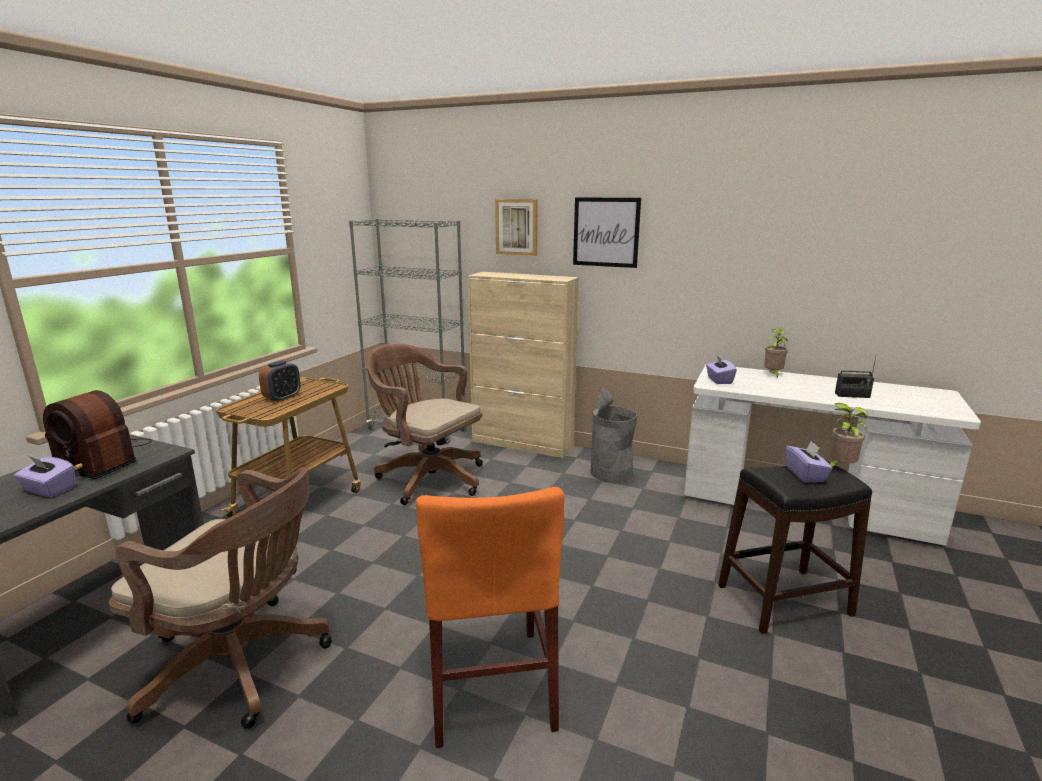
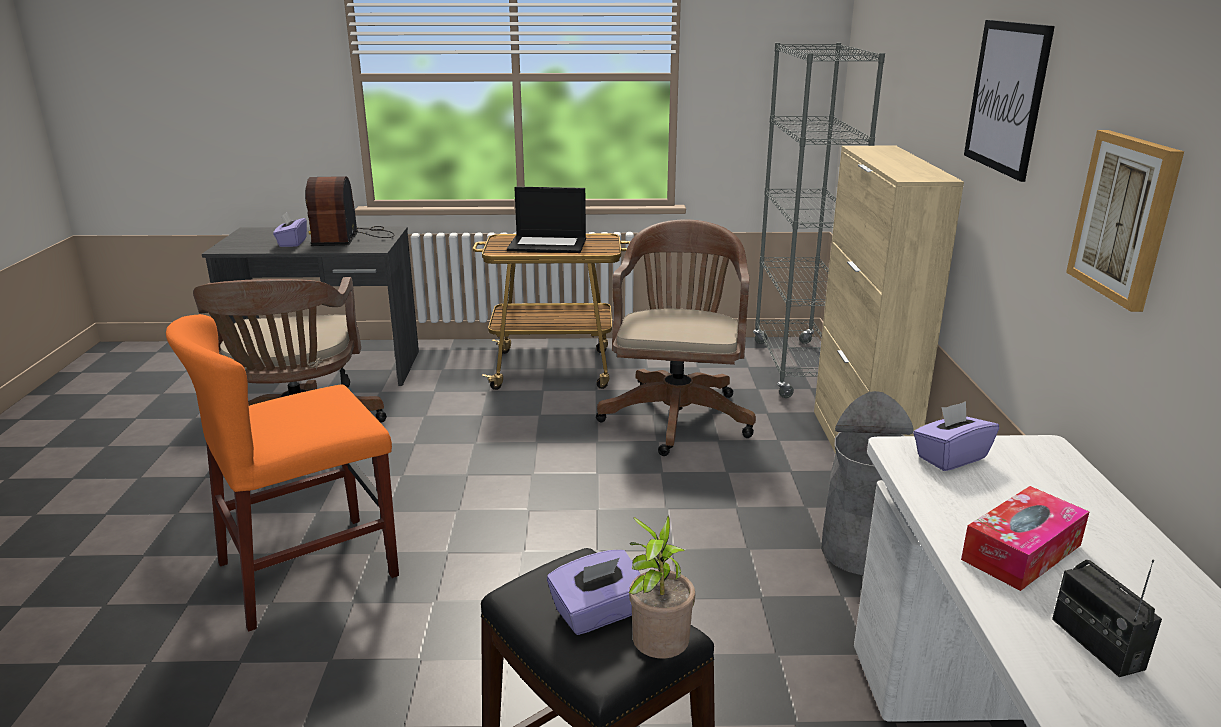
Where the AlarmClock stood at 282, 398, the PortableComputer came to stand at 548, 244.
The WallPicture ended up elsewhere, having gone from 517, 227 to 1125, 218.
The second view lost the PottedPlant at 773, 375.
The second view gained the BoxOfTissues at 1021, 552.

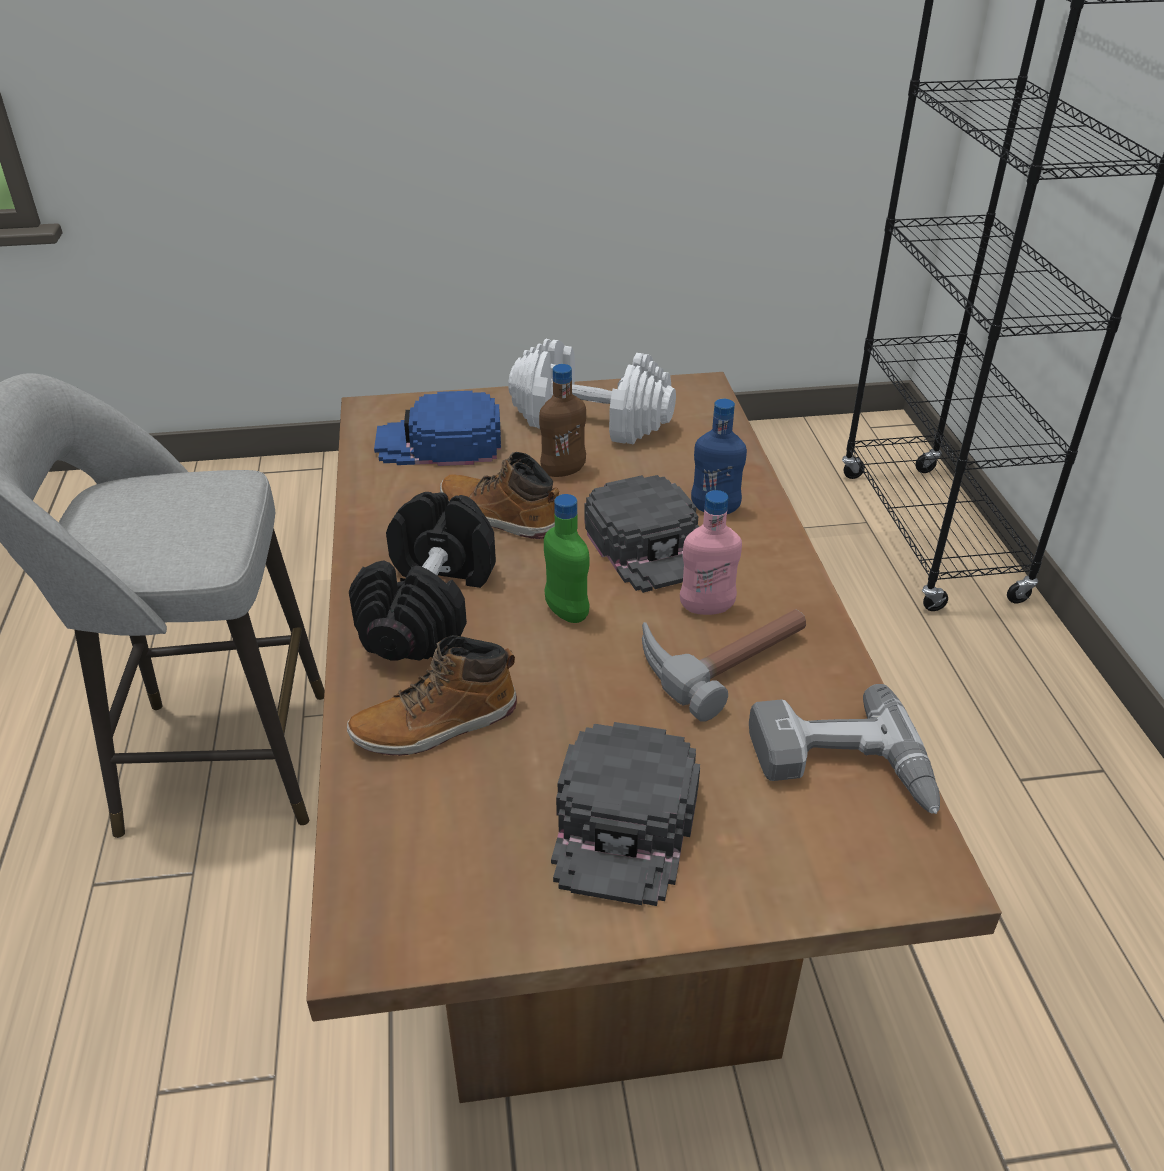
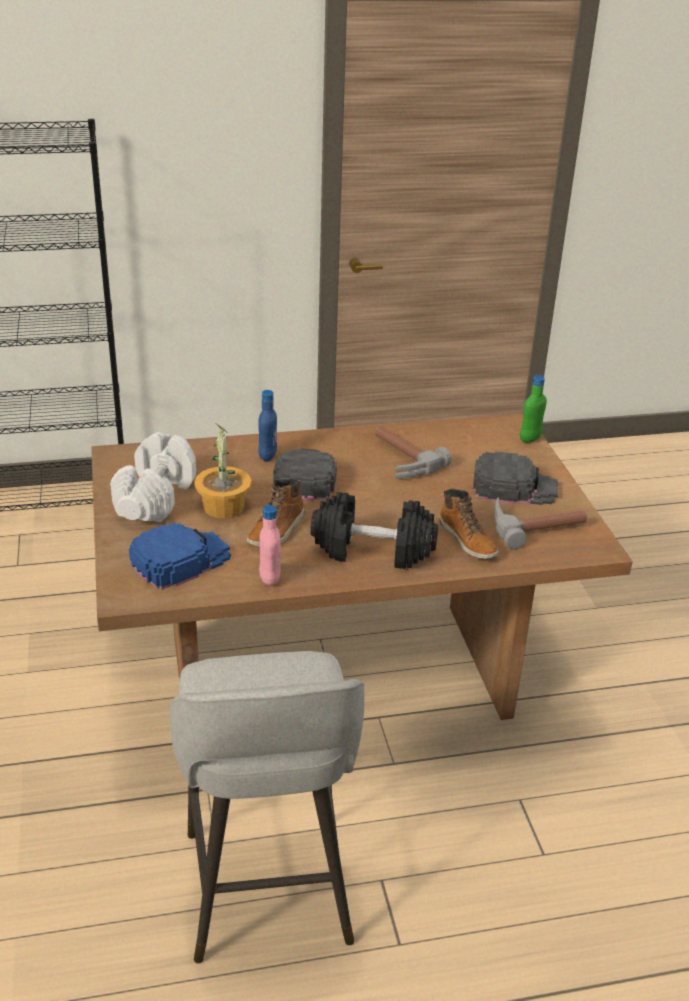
The BlueCap at 440, 442 ended up facing another way, 120 degrees counterclockwise from before.
Where the BrownColouredDrinkBottle stood at 563, 471, the PottedPlant came to stand at 223, 507.
The GreenColouredDrinkBottle ended up elsewhere, having gone from 566, 612 to 530, 439.
The BlackCap at 649, 545 ended up facing another way, 60 degrees counterclockwise from before.
The PinkColouredDrinkBottle ended up elsewhere, having gone from 706, 608 to 269, 578.
The second view lost the ElectricDrill at 841, 770.
The second view gained the Hammer at 535, 525.

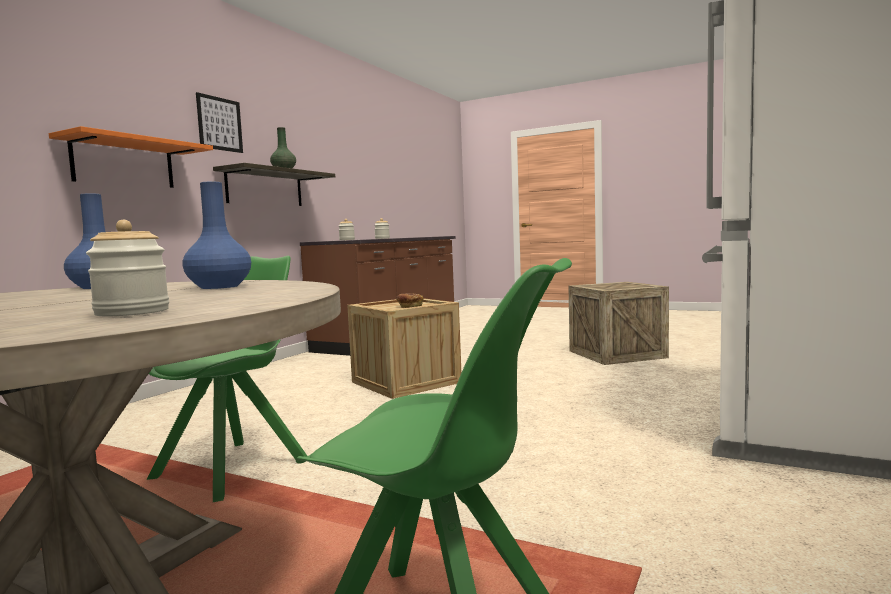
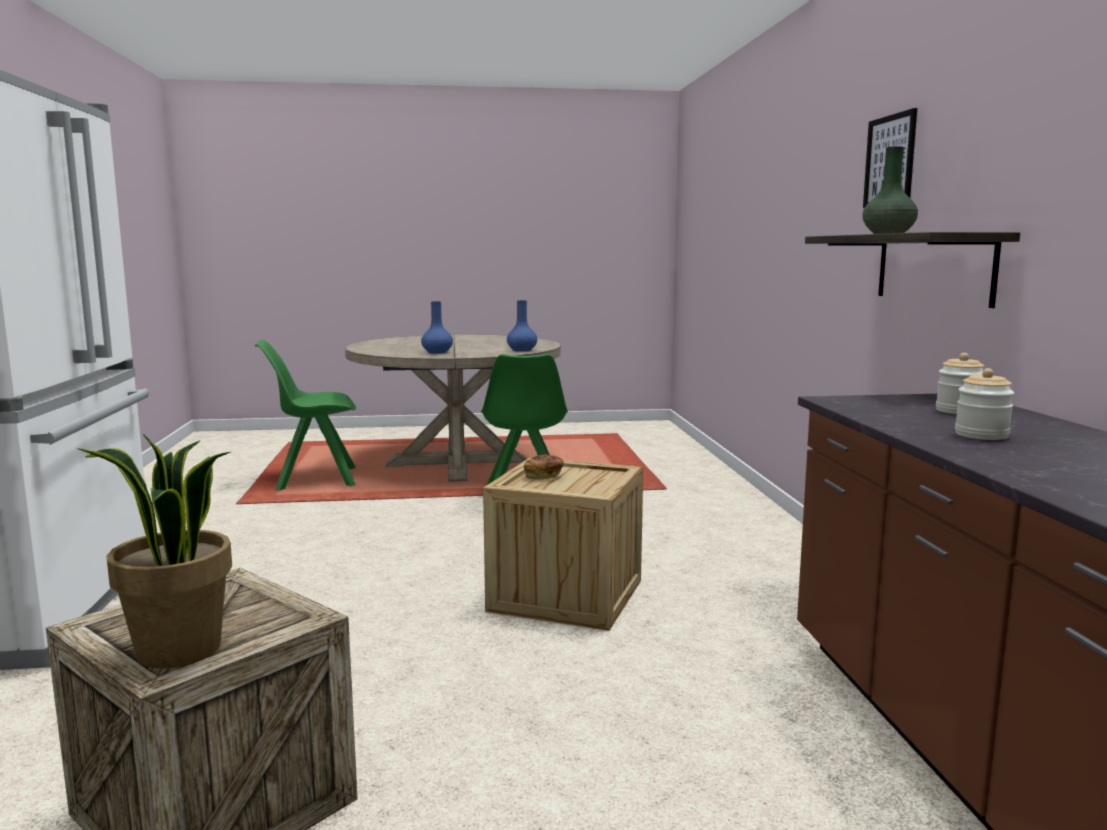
The second view lost the OrangeColouredShelf at 124, 163.
The second view lost the Jar at 132, 312.
The second view gained the PottedPlant at 178, 651.

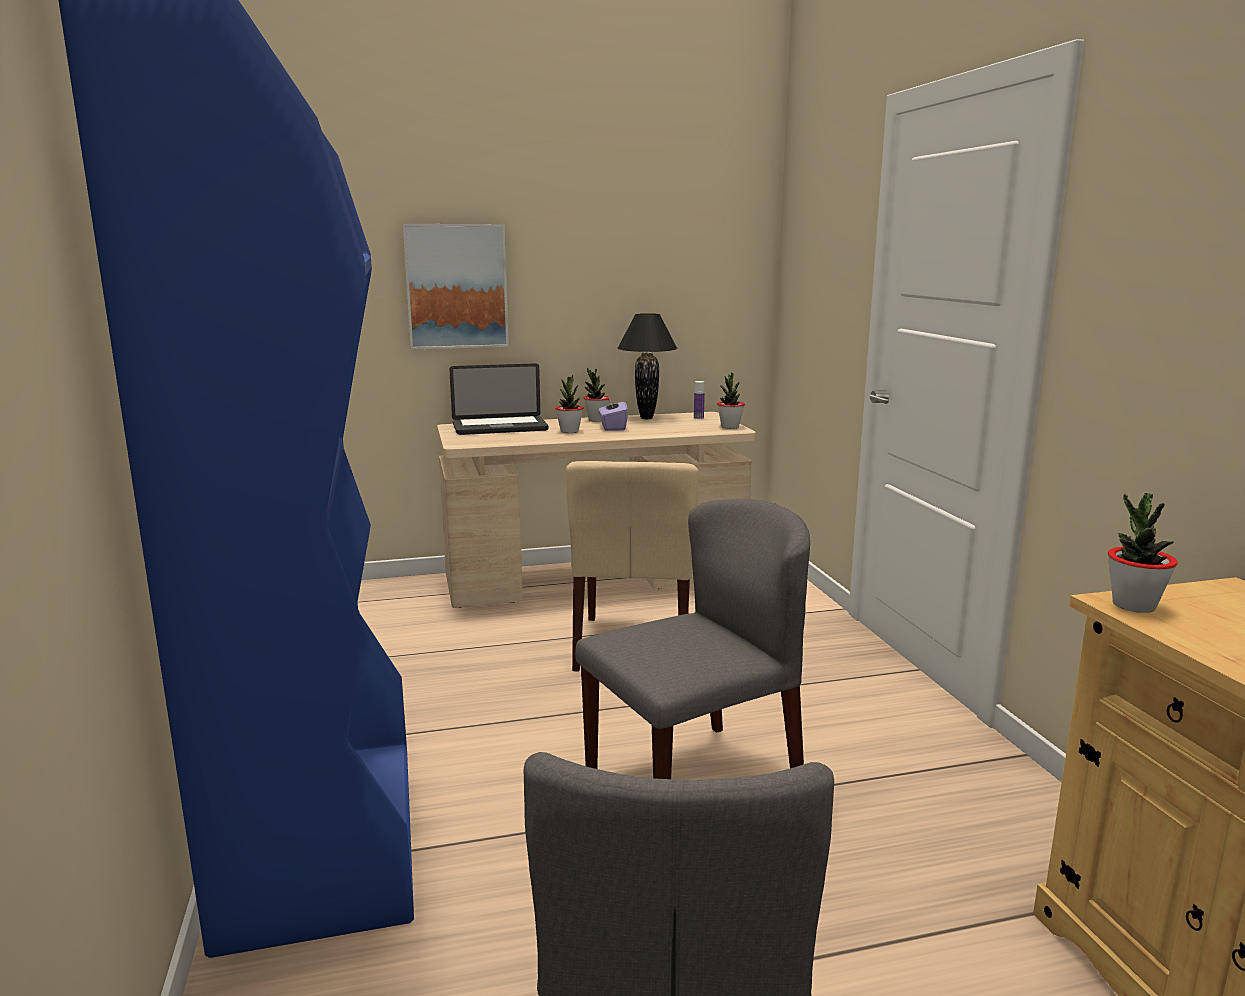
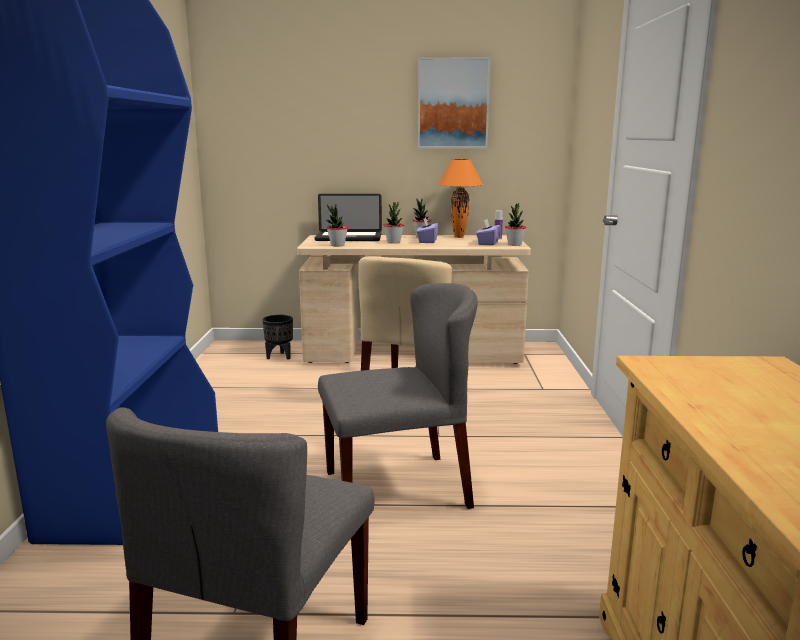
The WallPicture ended up elsewhere, having gone from 456, 286 to 453, 103.
What was the BlackTableLamp at 647, 418 turned into the OrangeColouredTableLamp at 459, 237.
The PottedPlant ended up elsewhere, having gone from 1133, 606 to 337, 245.
The second view gained the BlackPlantPot at 279, 356.
The second view gained the PurpleBoxOfTissues at 487, 243.

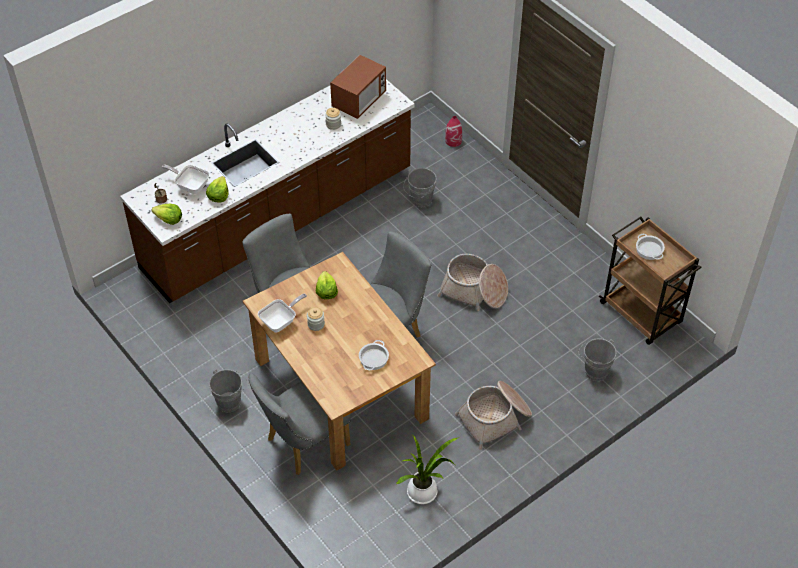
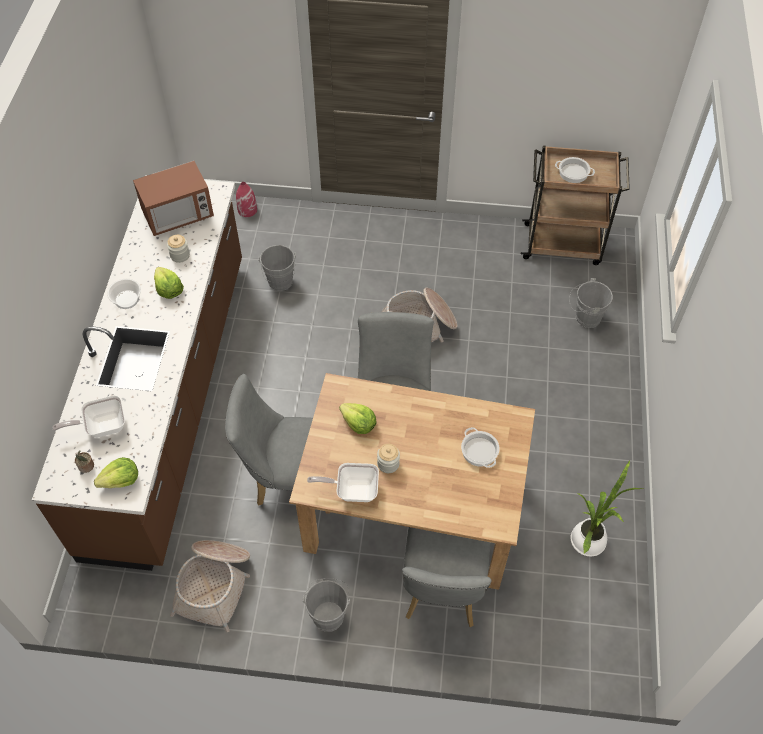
The HeadOfLettuce ended up elsewhere, having gone from 218, 195 to 168, 289.
The FryingPan at 281, 321 ended up facing another way, 90 degrees counterclockwise from before.
The MicrowaveOven at 359, 101 ended up facing another way, 75 degrees clockwise from before.
The StorageBasket ended up elsewhere, having gone from 495, 418 to 215, 585.
The second view gained the DeepDish at 127, 299.

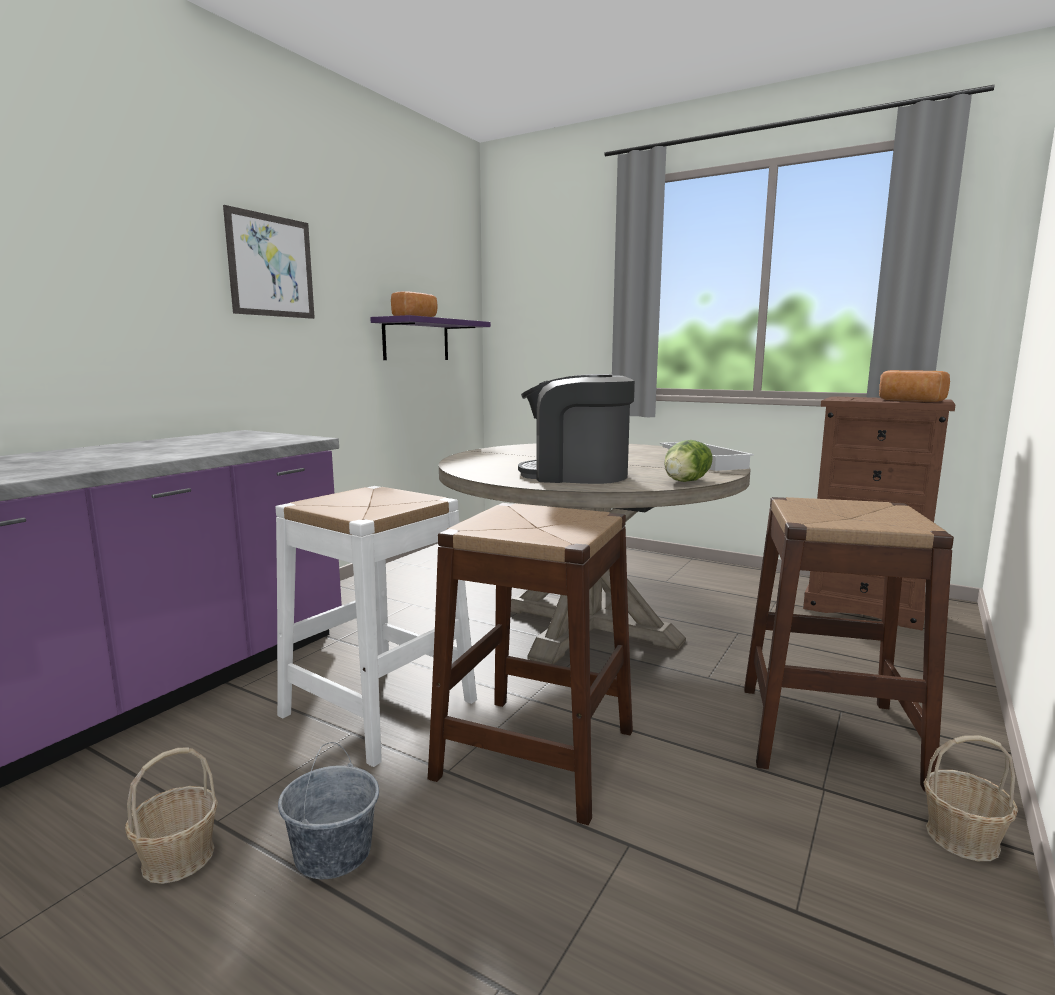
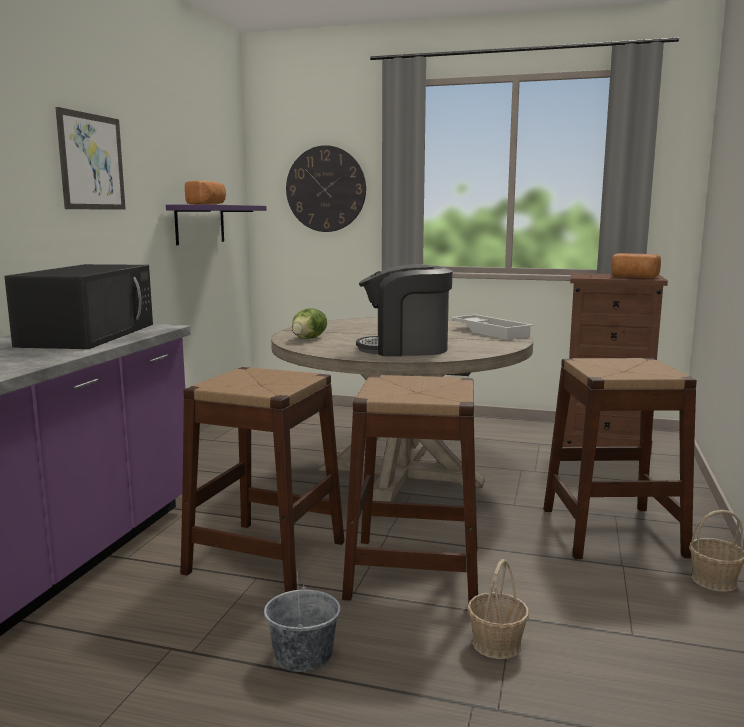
The StorageBasket ended up elsewhere, having gone from 177, 858 to 496, 644.
What was the WhiteColouredStoolSeat at 379, 707 turned into the BrownColouredStoolSeat at 266, 557.
The HeadOfLettuce ended up elsewhere, having gone from 686, 481 to 309, 338.
The second view gained the BlackMicrowaveOven at 89, 334.
The second view gained the ClockOnTheWall at 326, 189.

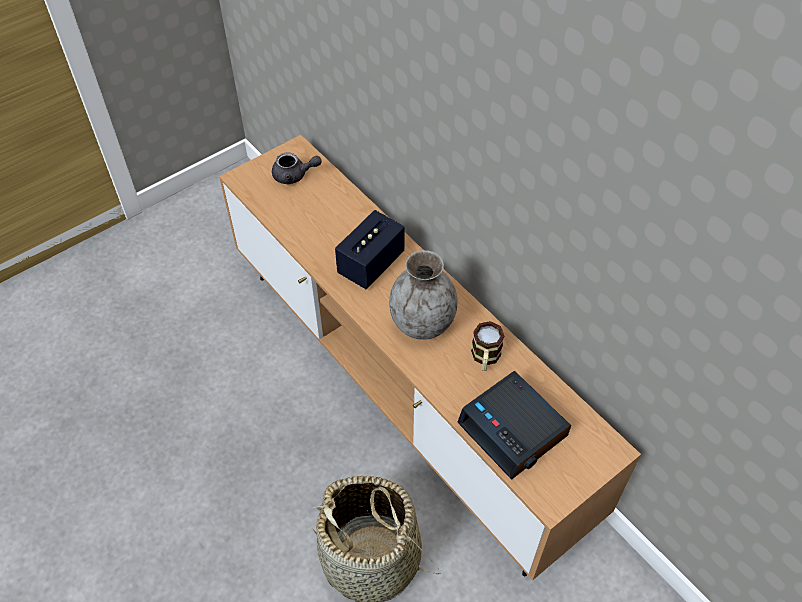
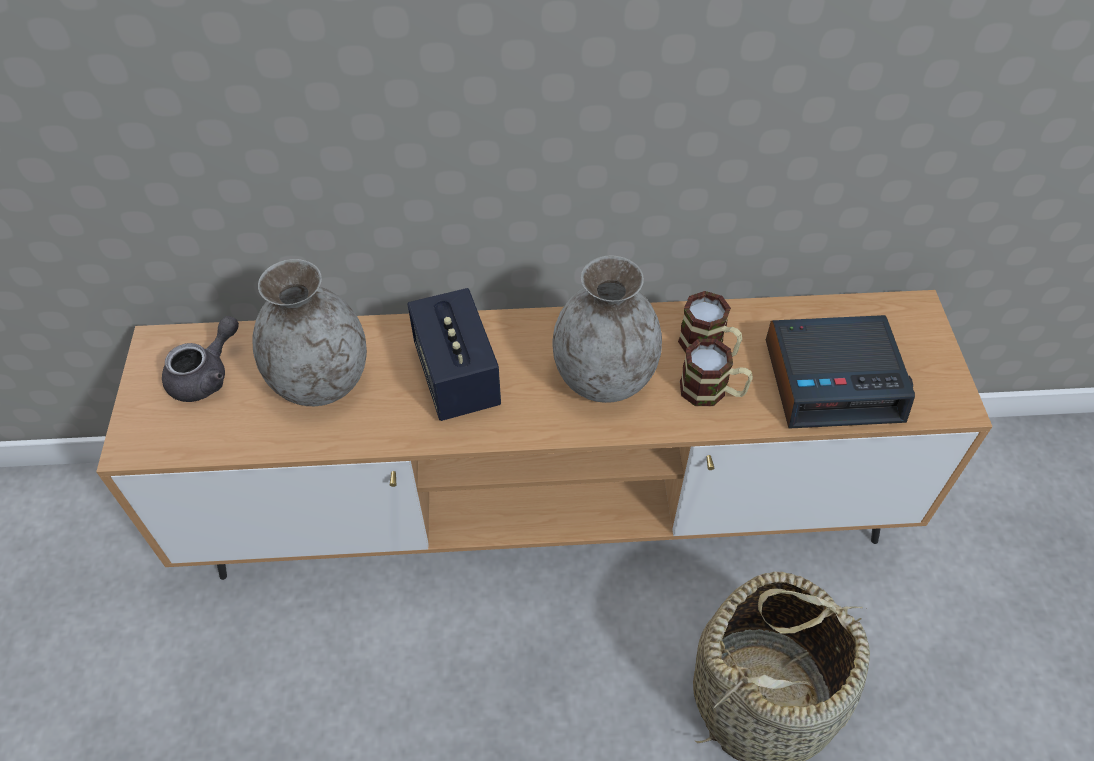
The second view gained the GreyDecorativeVase at 320, 381.
The second view gained the TeaMug at 712, 392.

